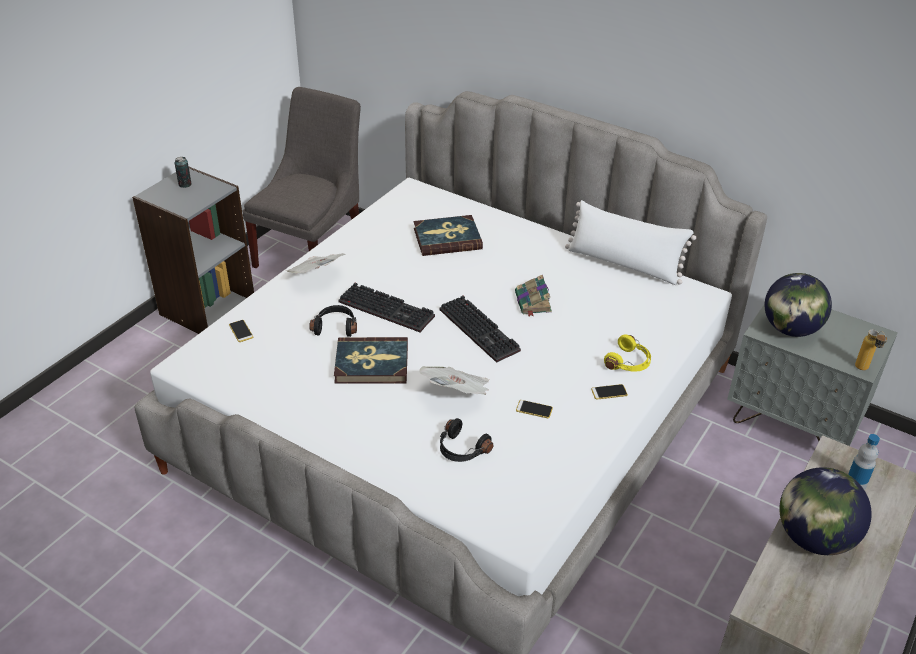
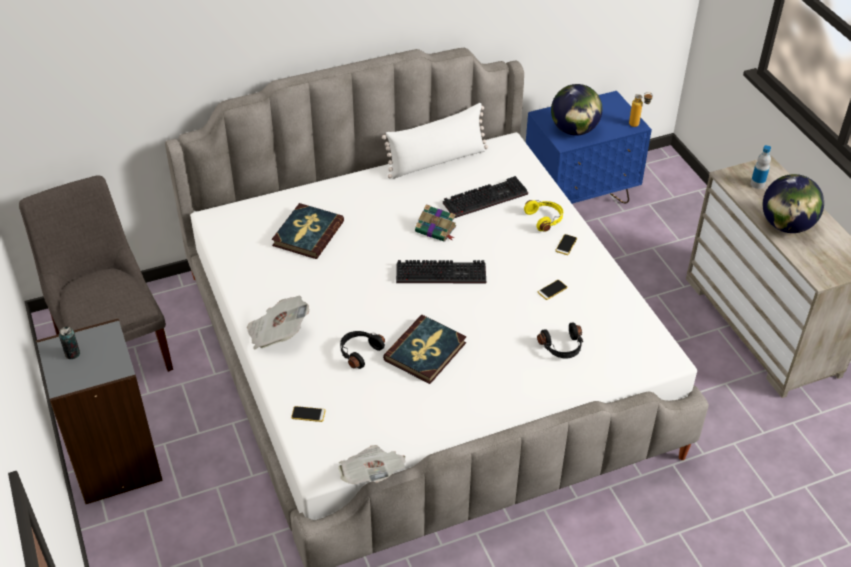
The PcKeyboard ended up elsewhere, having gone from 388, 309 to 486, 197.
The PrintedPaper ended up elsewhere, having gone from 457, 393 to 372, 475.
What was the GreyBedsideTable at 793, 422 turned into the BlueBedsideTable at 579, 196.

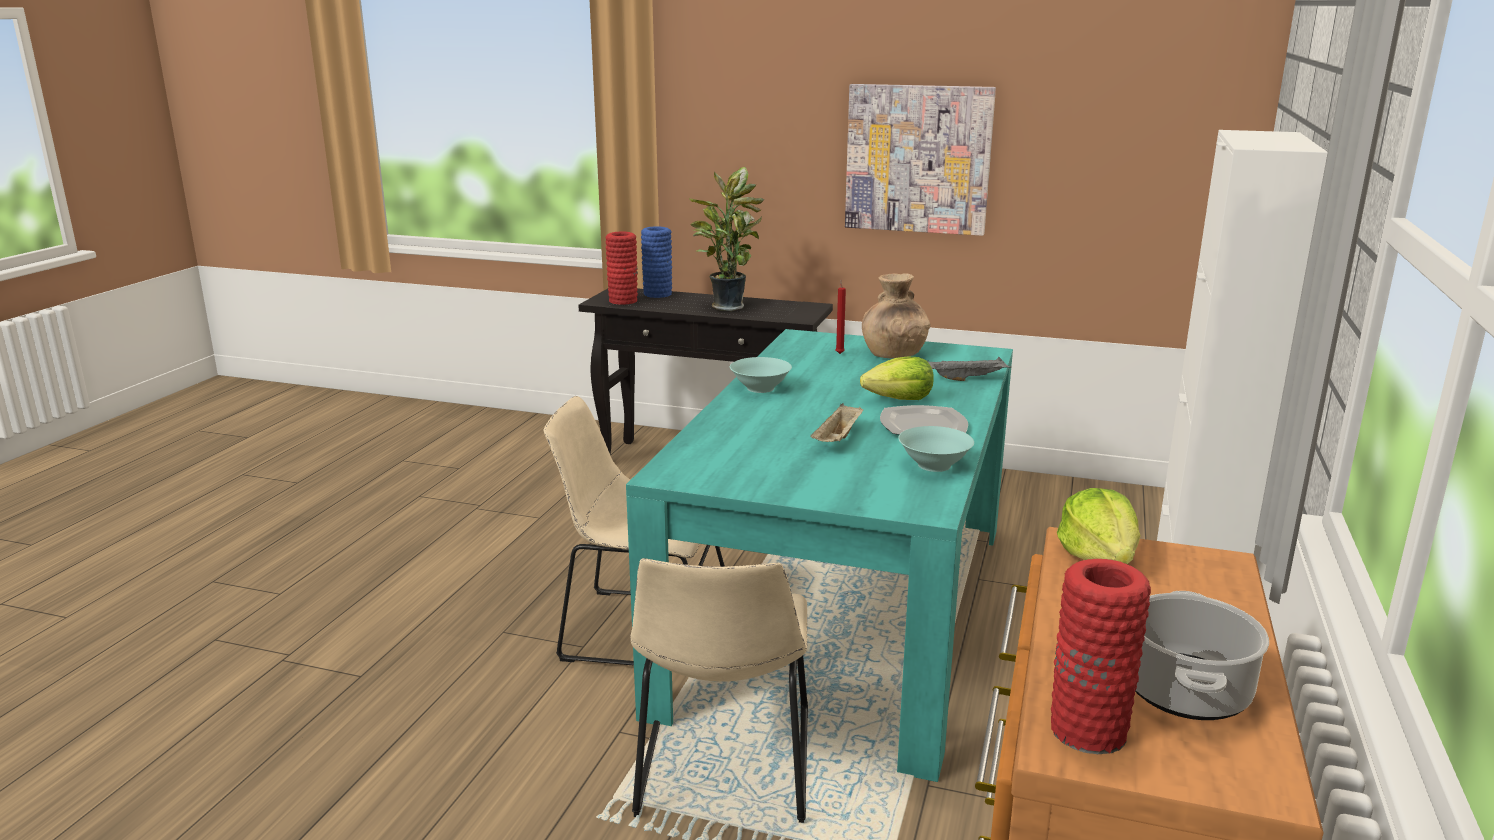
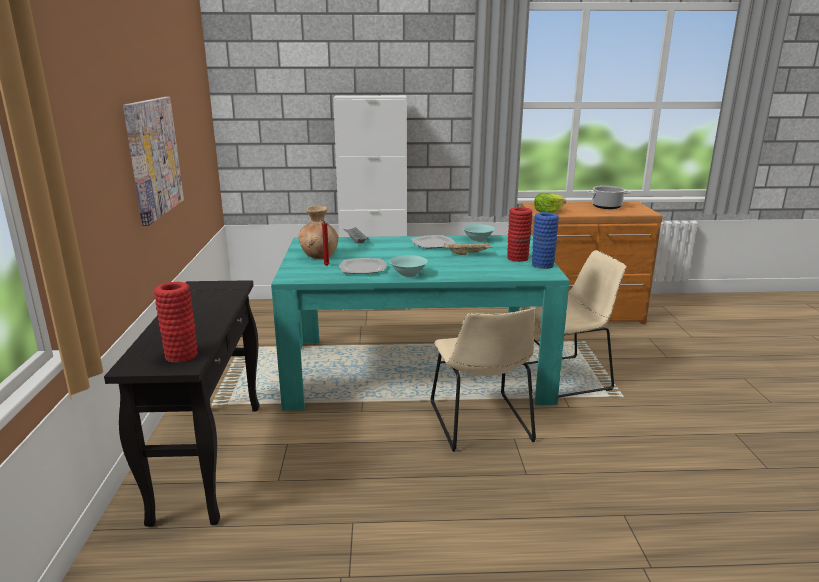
The BlueDecorativeVase ended up elsewhere, having gone from 658, 294 to 542, 265.
The second view lost the PottedPlant at 727, 306.
The second view lost the HeadOfLettuce at 899, 399.
The RedDecorativeVase ended up elsewhere, having gone from 1087, 730 to 517, 258.
The second view gained the FlatDish at 363, 268.

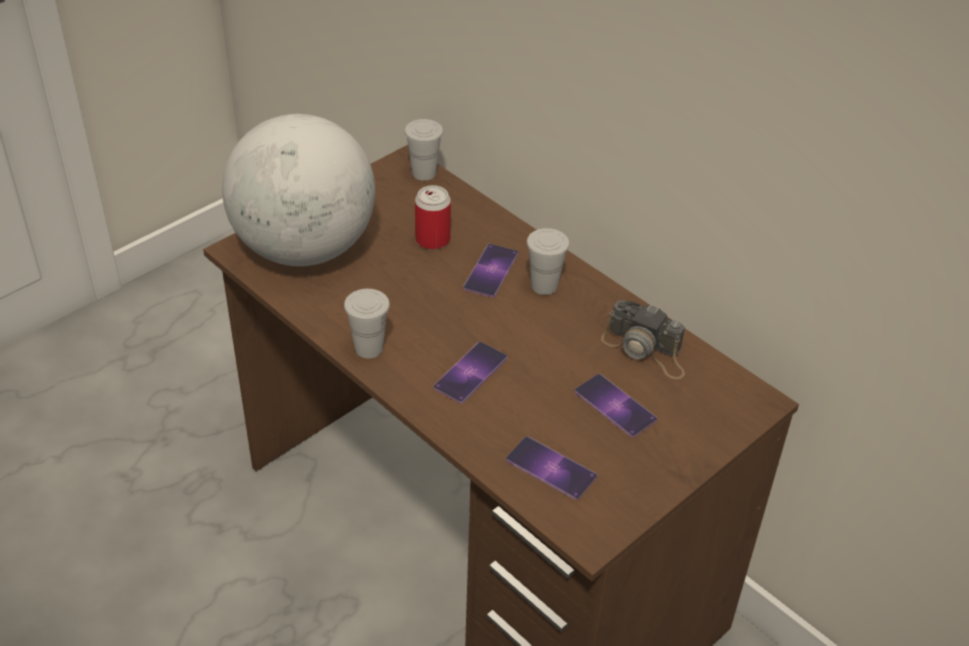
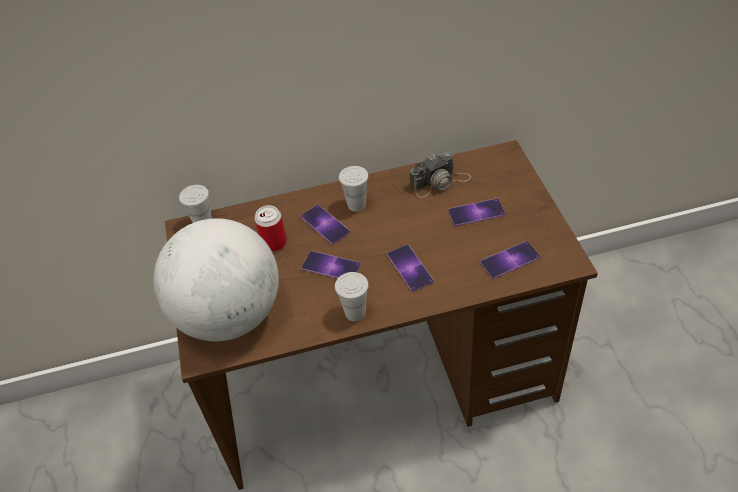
The second view gained the Handset at 331, 266.

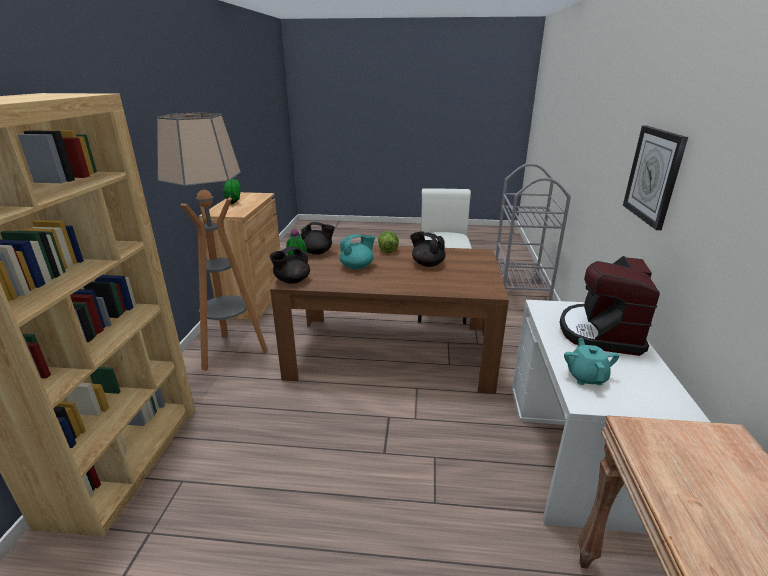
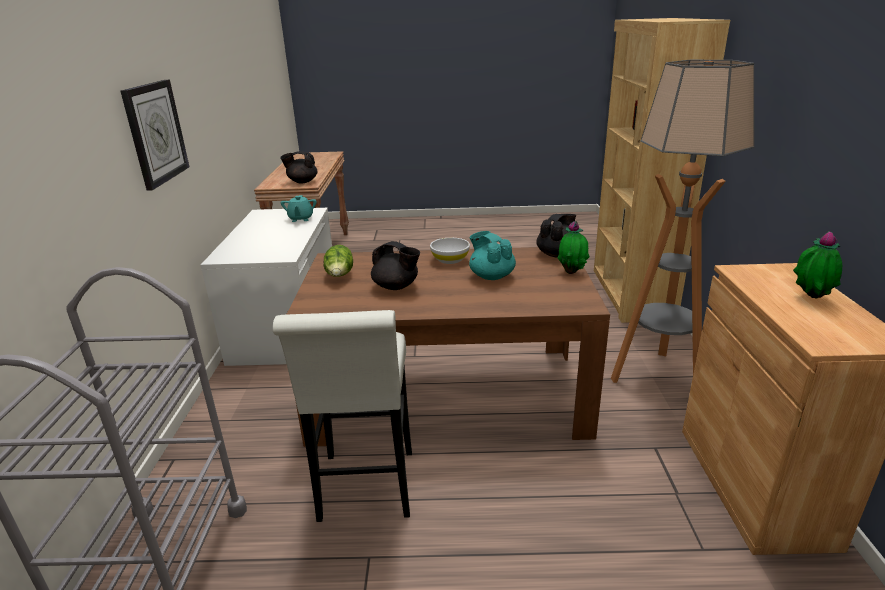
The BlackTeapot ended up elsewhere, having gone from 317, 252 to 302, 182.
The TurquoiseColouredTeapot at 357, 267 ended up facing another way, 90 degrees clockwise from before.
The HeadOfLettuce ended up elsewhere, having gone from 388, 250 to 340, 276.
The second view lost the CoffeeMaker at 600, 332.
The second view gained the WhiteColouredDeepDish at 450, 260.

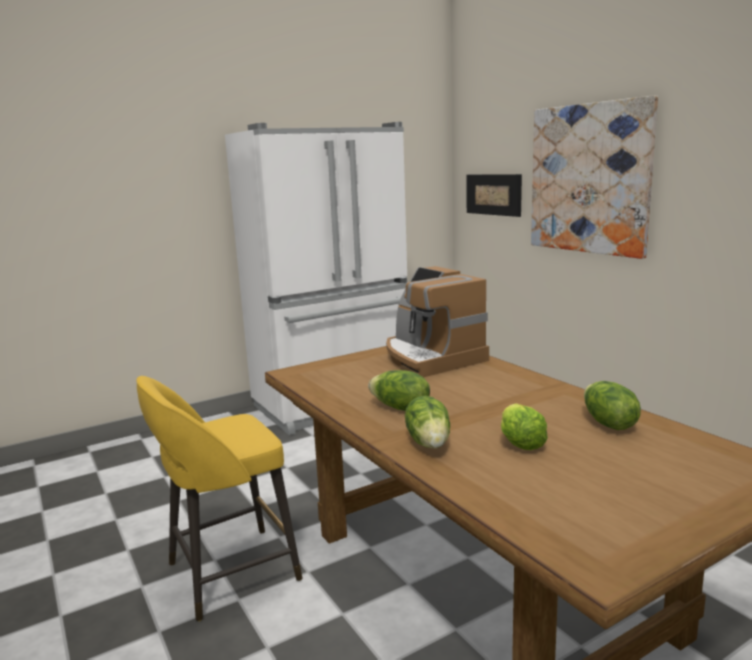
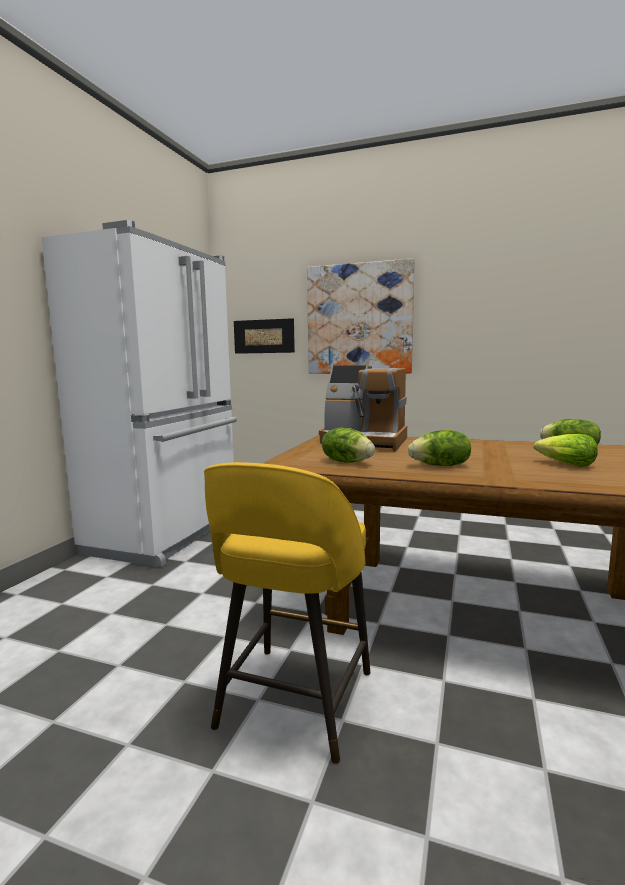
The HeadOfLettuce ended up elsewhere, having gone from 429, 442 to 347, 462.

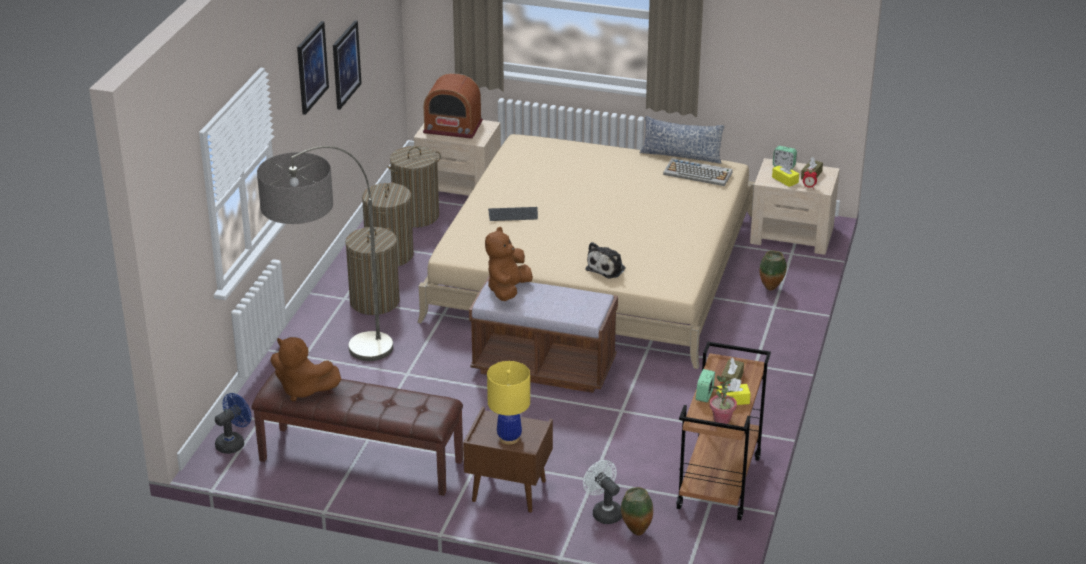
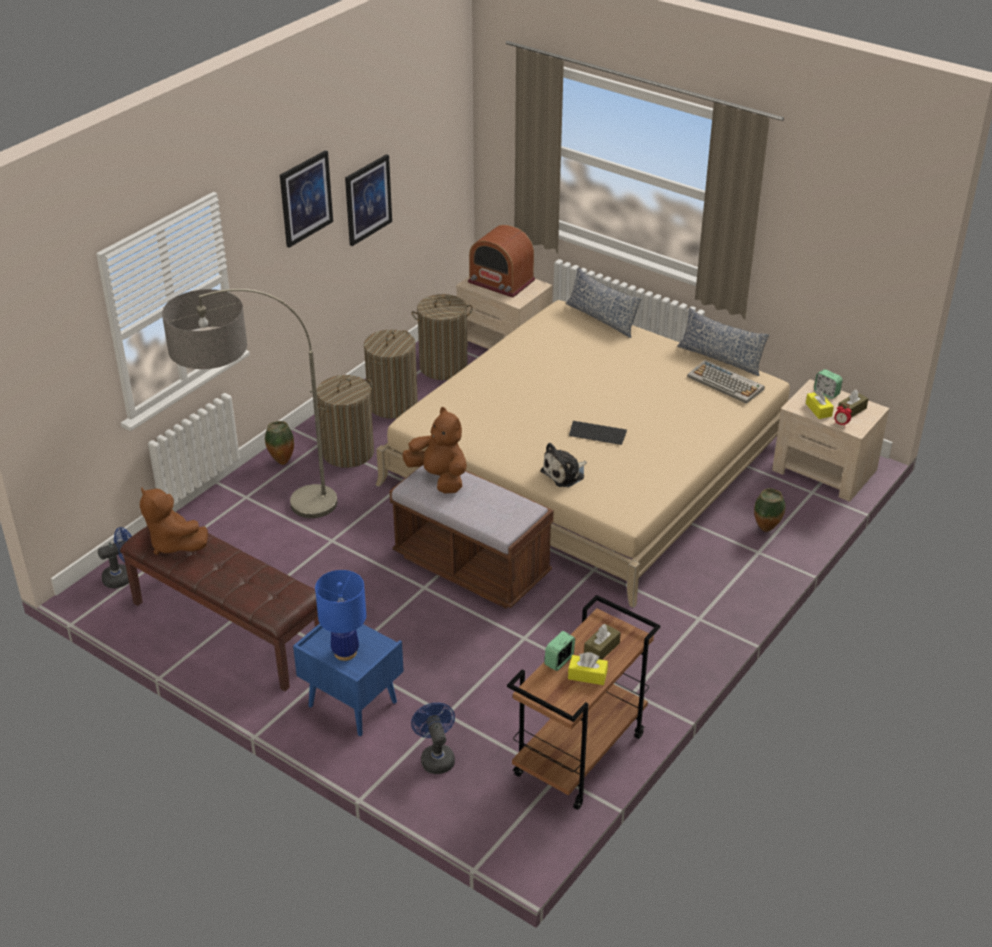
What was the BrownColouredBedsideTable at 508, 491 turned into the BlueBedsideTable at 351, 704.
The BrownColouredSoftToy at 508, 290 ended up facing another way, 90 degrees clockwise from before.
What was the YellowishTableLamp at 509, 438 turned into the BlueTableLamp at 345, 652.
The PcKeyboard ended up elsewhere, having gone from 513, 215 to 597, 434.
What was the WhiteColouredFan at 604, 512 turned into the BlueFan at 436, 757.
The DecorativeVase ended up elsewhere, having gone from 636, 533 to 281, 462.
The second view lost the PottedPlant at 722, 420.
The second view gained the ThrowPillow at 601, 318.

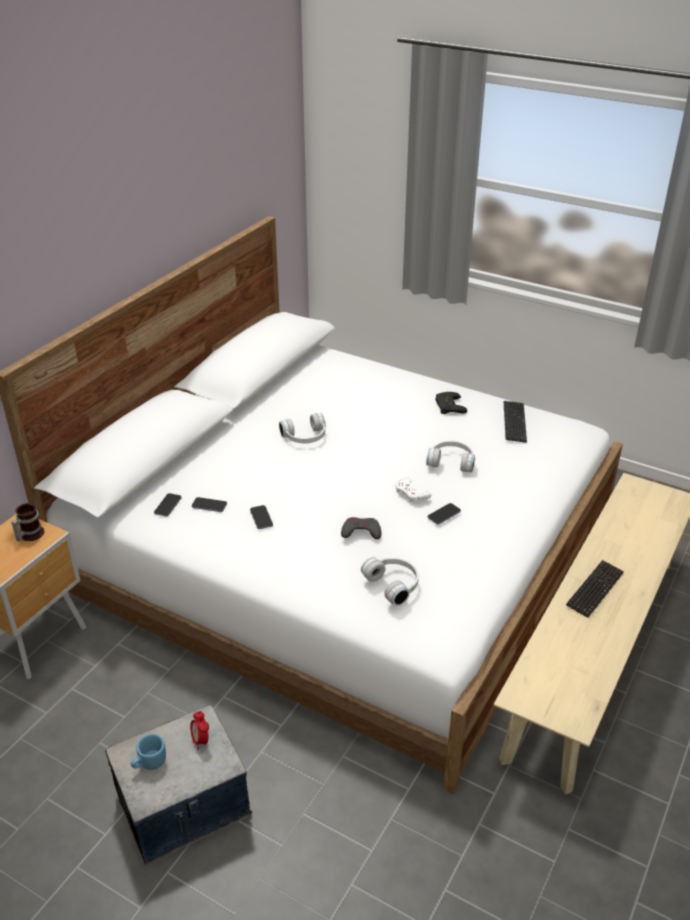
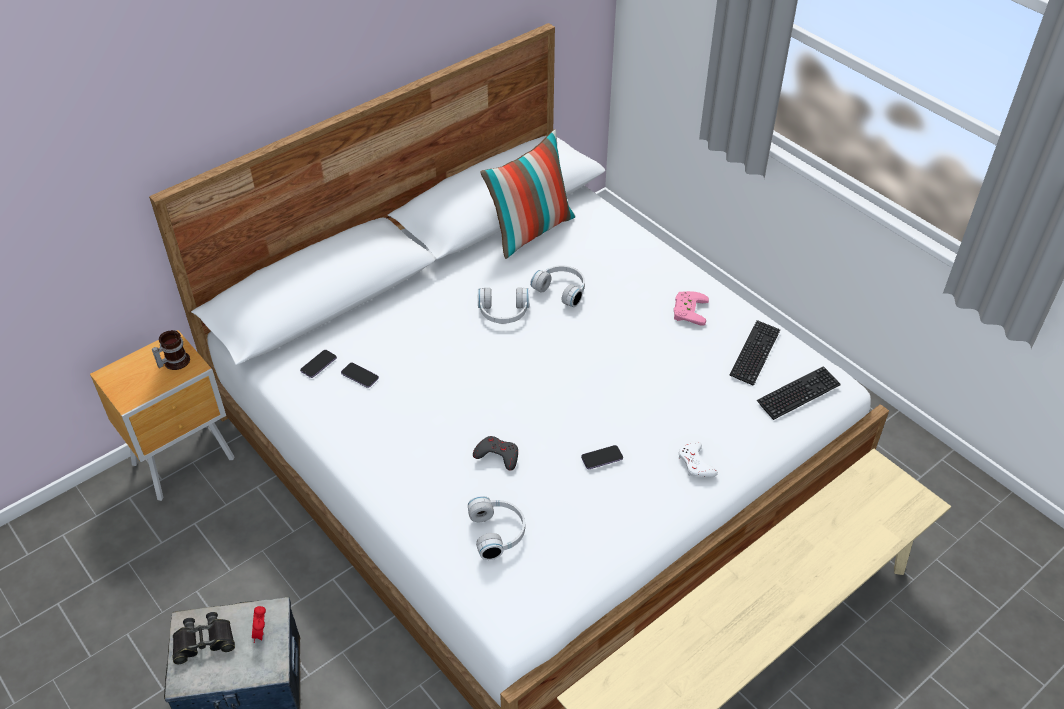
Where the BlueTeaMug stood at 149, 763, the BlackBinoculars came to stand at 203, 641.
The second view lost the Handset at 261, 518.
The WhiteColouredJoypad ended up elsewhere, having gone from 411, 493 to 696, 463.
The WhiteColouredPairOfHeadphones ended up elsewhere, having gone from 451, 461 to 562, 289.
What was the BlackJoypad at 447, 406 turned into the PinkColouredJoypad at 687, 310.
The PcKeyboard ended up elsewhere, having gone from 595, 589 to 798, 394.
The second view gained the ThrowPillow at 530, 231.

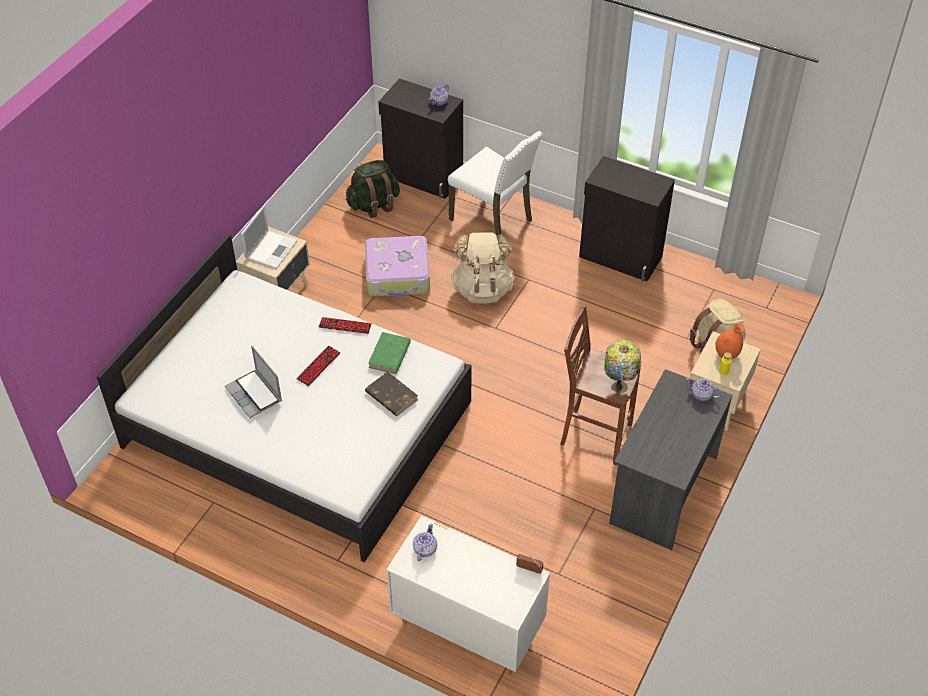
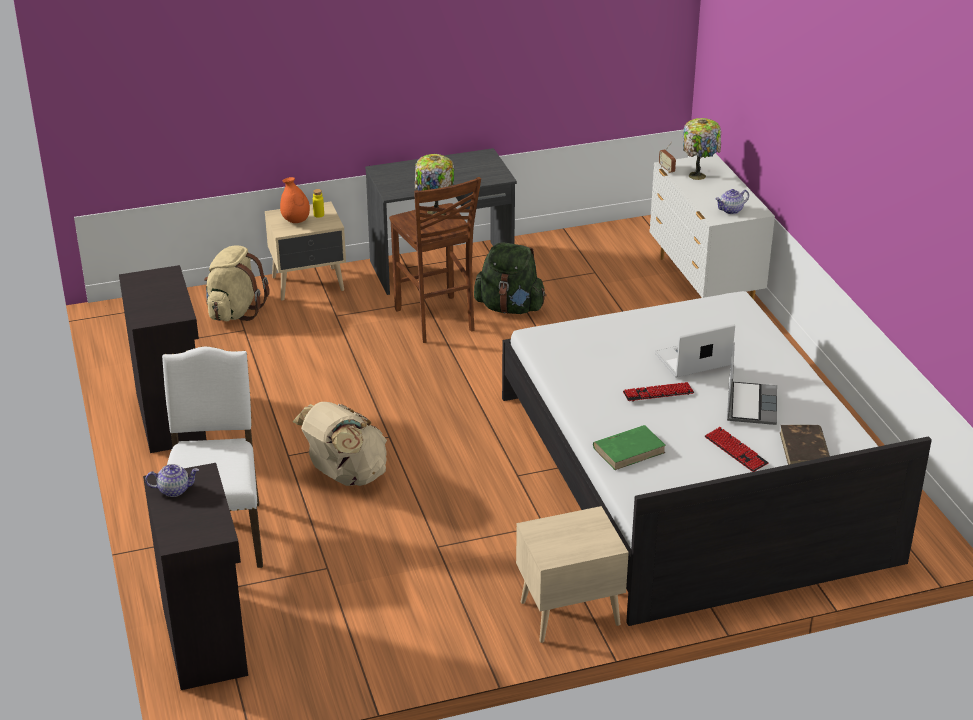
The PortableComputer ended up elsewhere, having gone from 272, 249 to 691, 360.
The PcKeyboard ended up elsewhere, having gone from 345, 326 to 736, 451.
The GreenColouredBackpack ended up elsewhere, having gone from 374, 205 to 510, 307.
The second view lost the PieceOfLuggage at 398, 275.
The BrownColouredVolume ended up elsewhere, having gone from 391, 396 to 805, 450.
The GreenColouredVolume ended up elsewhere, having gone from 389, 355 to 629, 450.
The second view lost the Teapot at 701, 395.
The second view gained the TableLamp at 698, 175.

